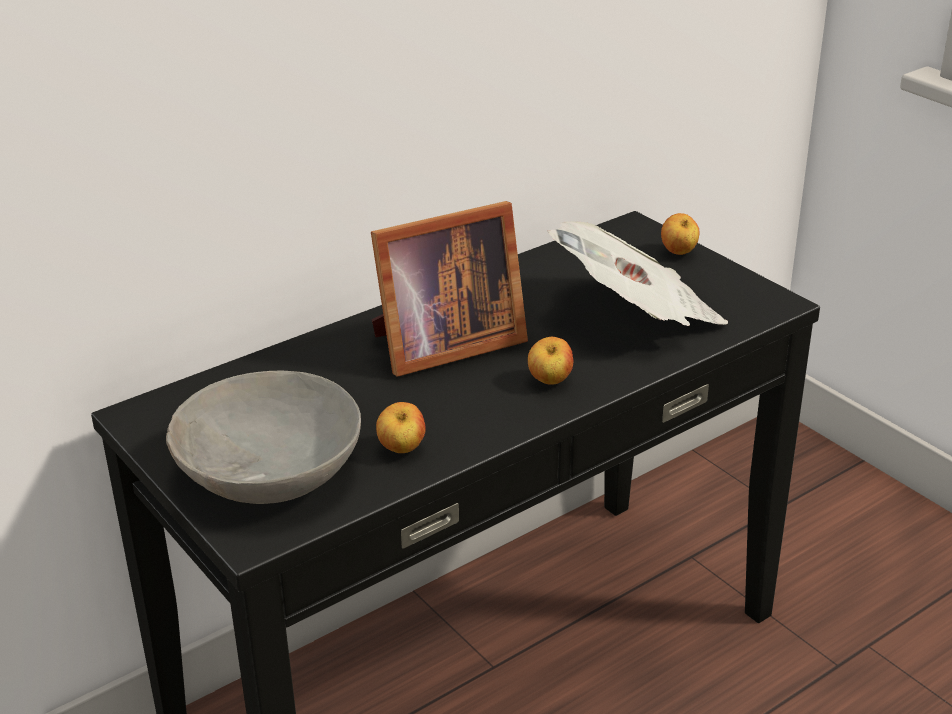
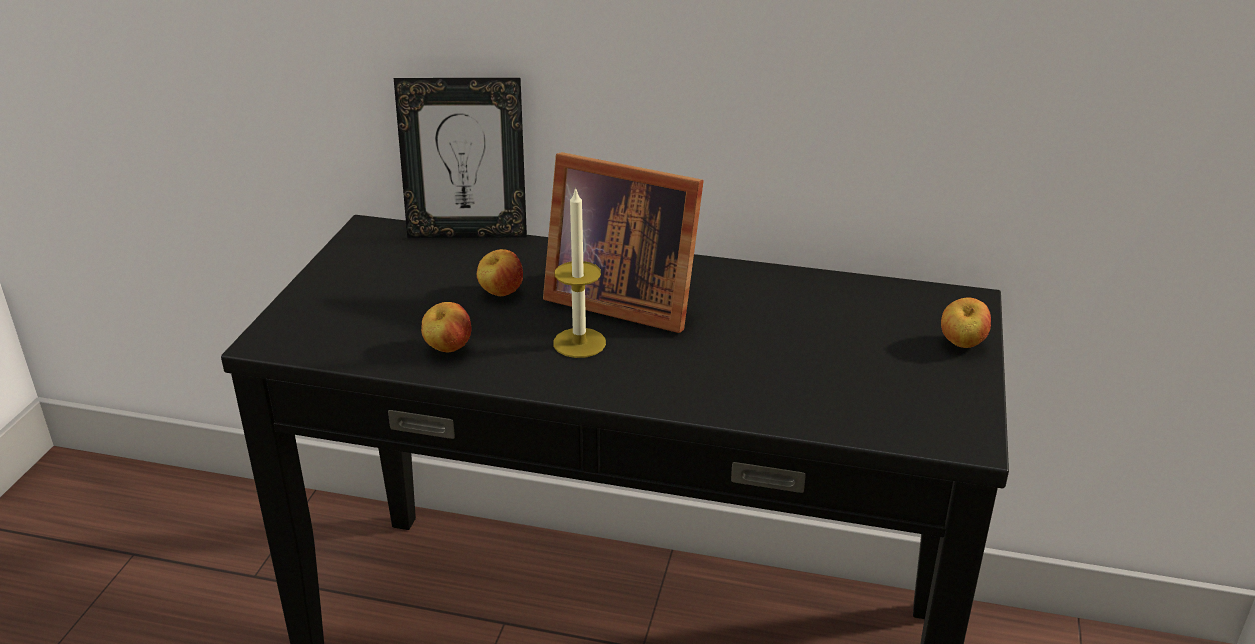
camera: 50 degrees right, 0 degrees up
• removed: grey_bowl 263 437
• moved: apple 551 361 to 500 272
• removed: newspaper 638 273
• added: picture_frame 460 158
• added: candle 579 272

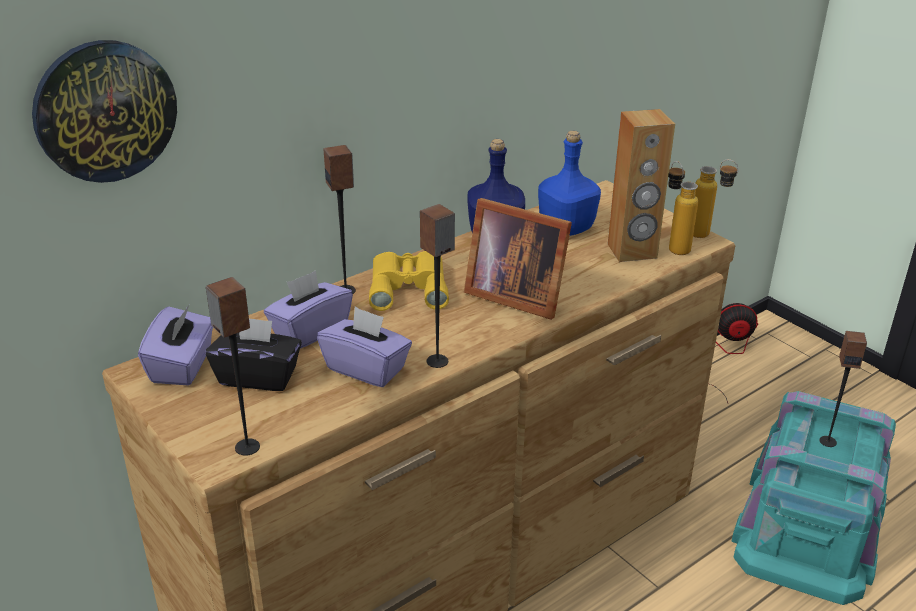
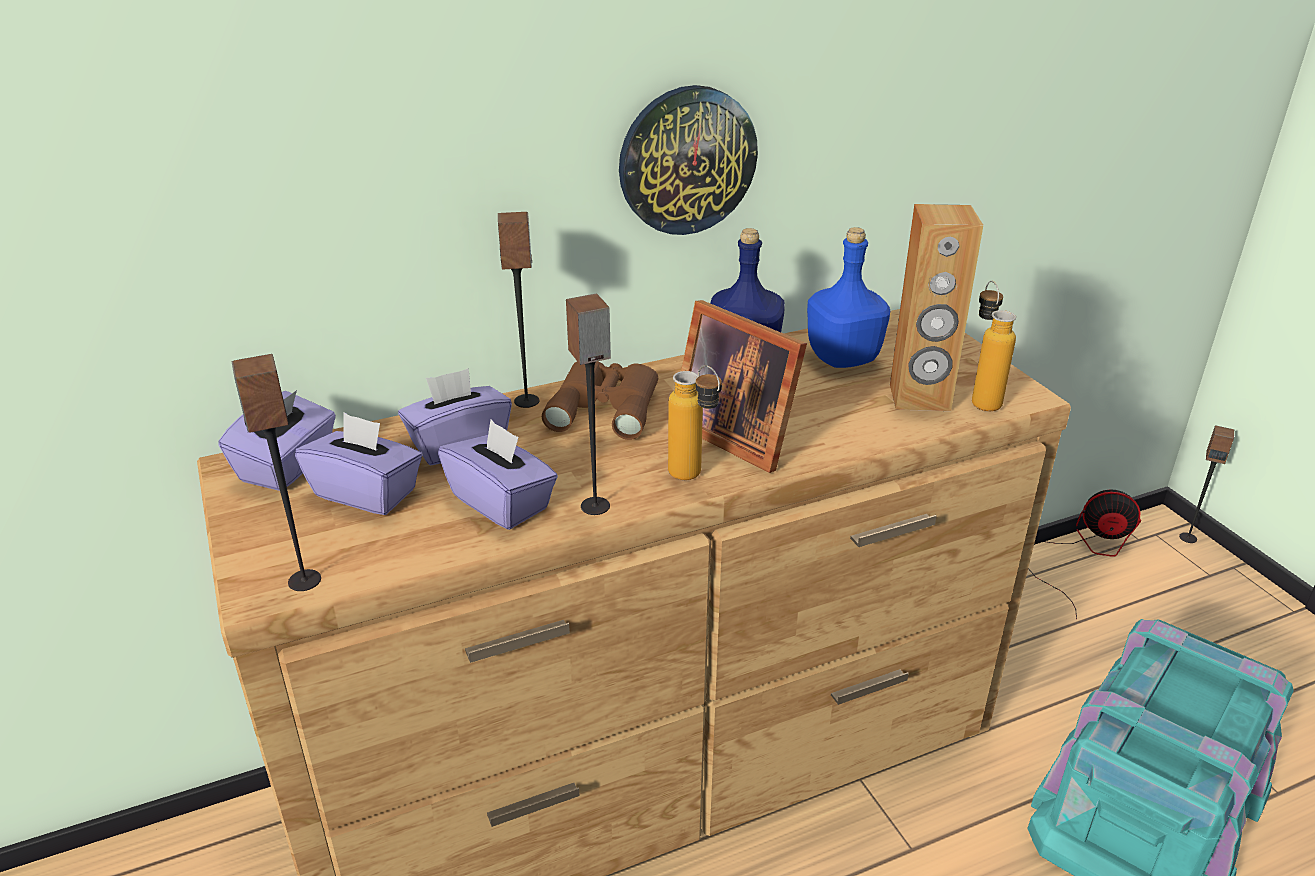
camera: 15 degrees right, 0 degrees up
• moved: wall_clock 104 111 to 688 160
• recoloured: black_tissue_box 254 355 to purple_tissue_box 358 464
• recoloured: yellow_binoculars 409 281 to brown_binoculars 600 400
• moved: bottle 716 198 to 695 422
• moved: speaker 843 389 to 1206 484

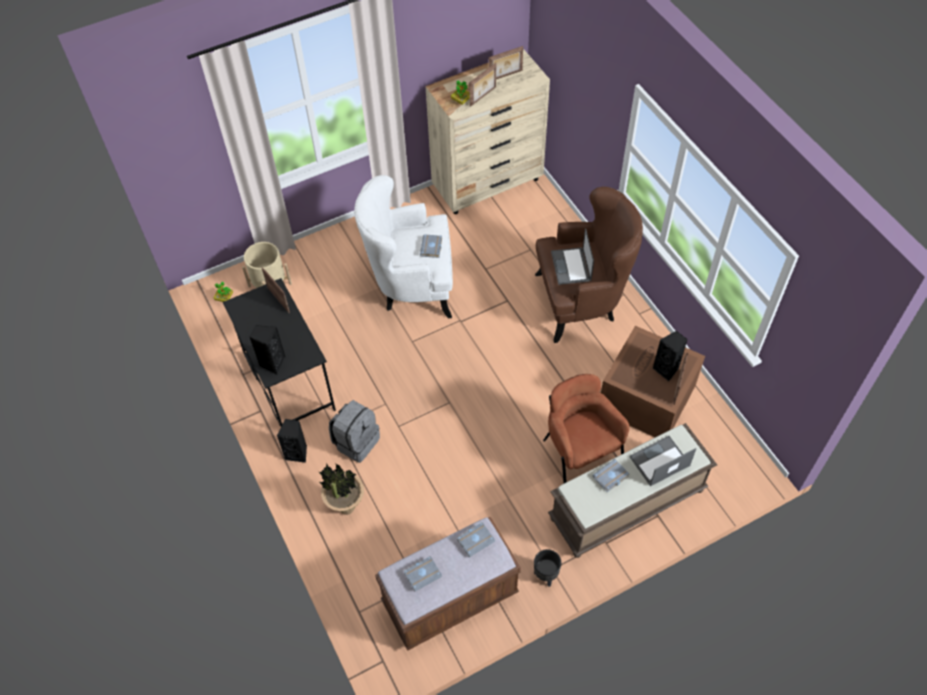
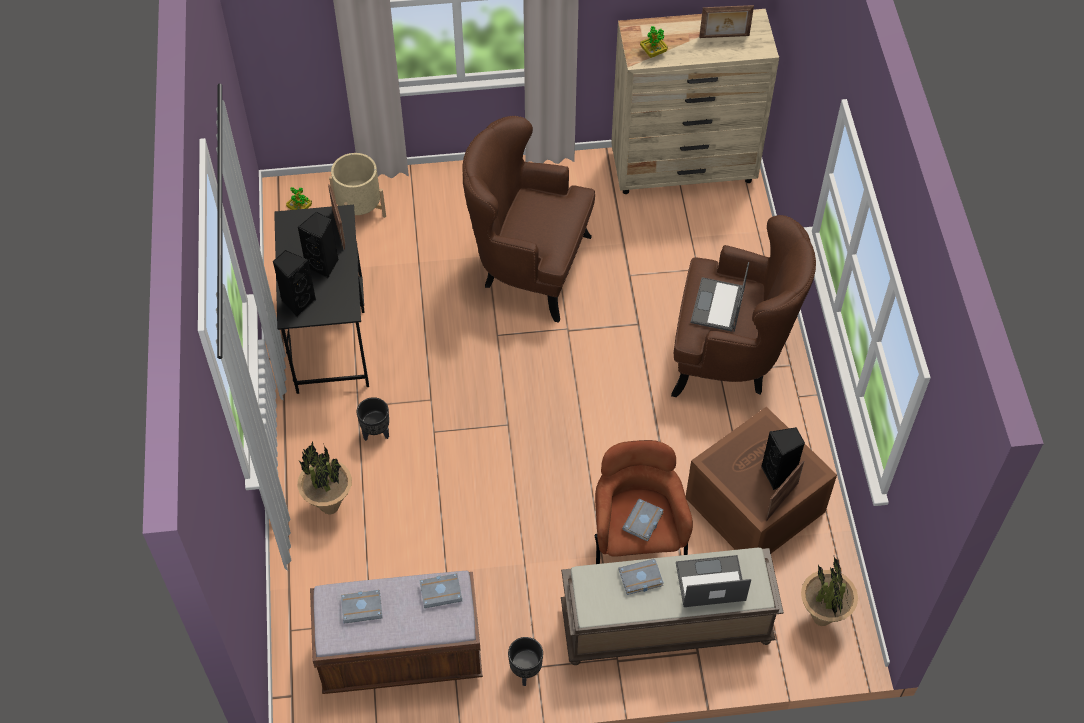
camera: 20 degrees right, 0 degrees up
• moved: black_speaker 292 441 to 318 245
• replaced: grey_backpack 354 431 to black_planter 373 419
• recoloured: white_armchair 403 246 to brown_armchair 528 219
• moved: grey_book 431 246 to 643 520
• removed: picture_frame 482 85
• added: potted_plant 829 591

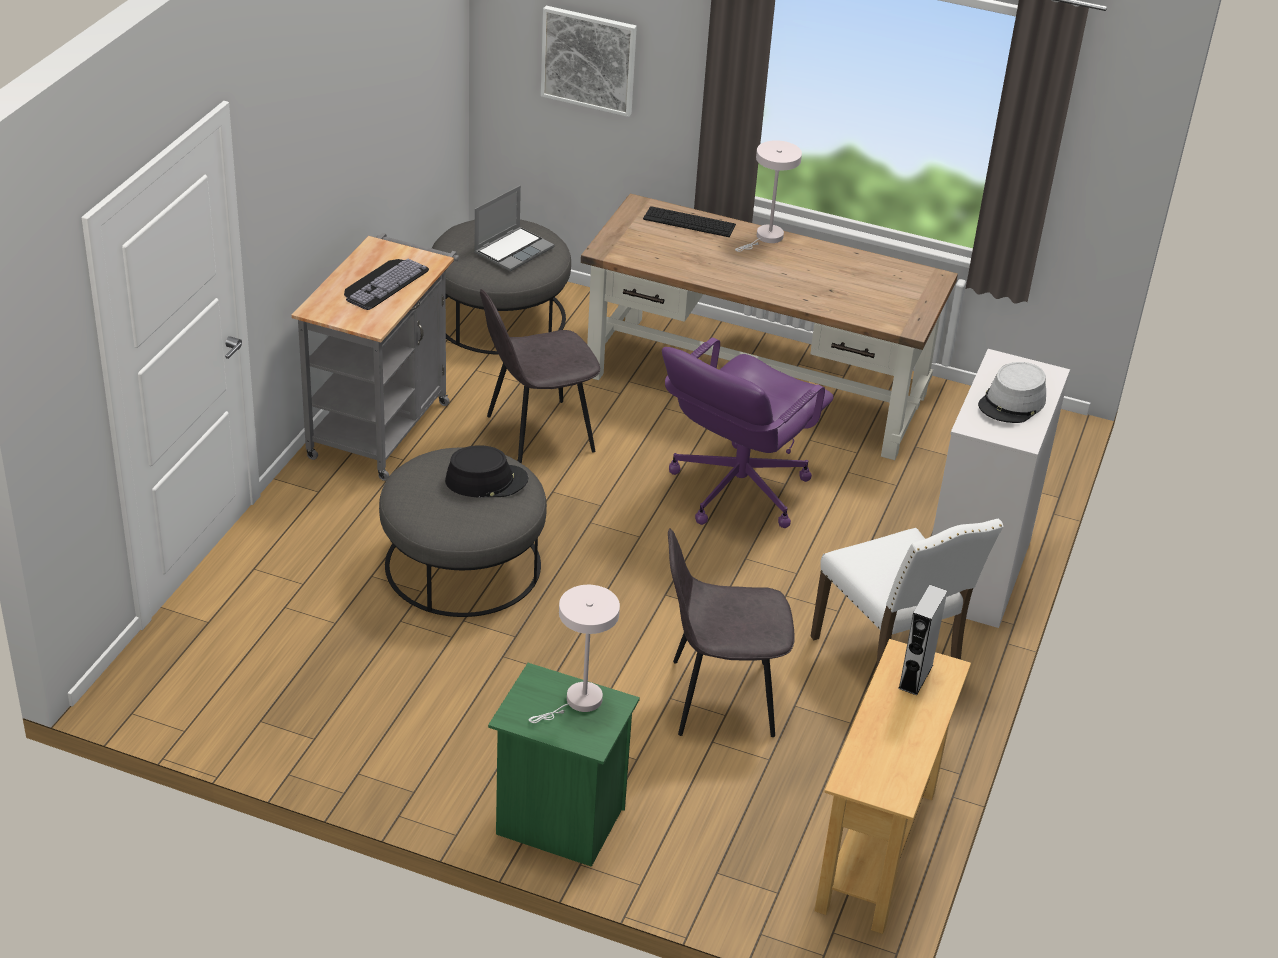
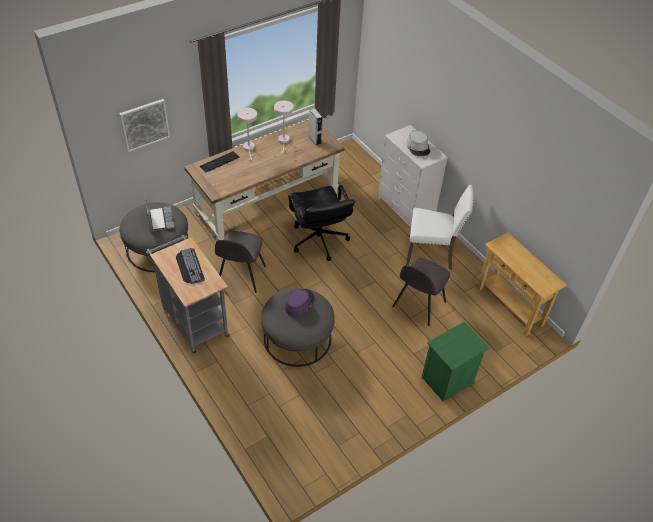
camera: 55 degrees left, 10 degrees up
• recoloured: black_hat 486 471 to purple_hat 299 302
• moved: white_table_lamp 574 654 to 284 126
• recoloured: purple_office_chair 748 433 to black_office_chair 321 223
• moved: grey_speaker 922 639 to 315 126

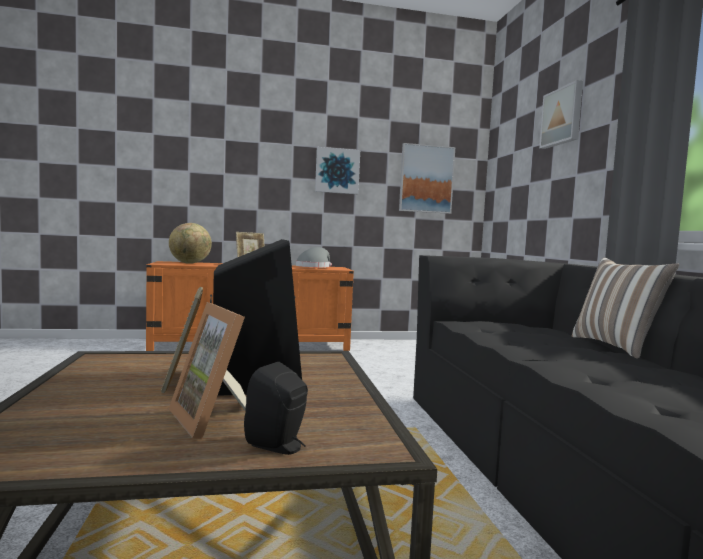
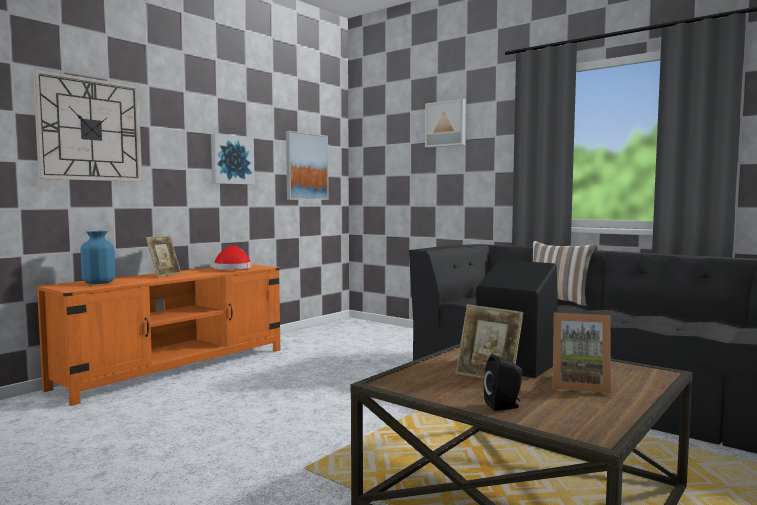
camera: 40 degrees left, 0 degrees up
• replaced: globe 190 243 to blue_vase 98 257
• moved: black_speaker 276 408 to 503 382
• recoloured: grey_hat 314 257 to red_hat 232 258
• added: wall_clock 87 125

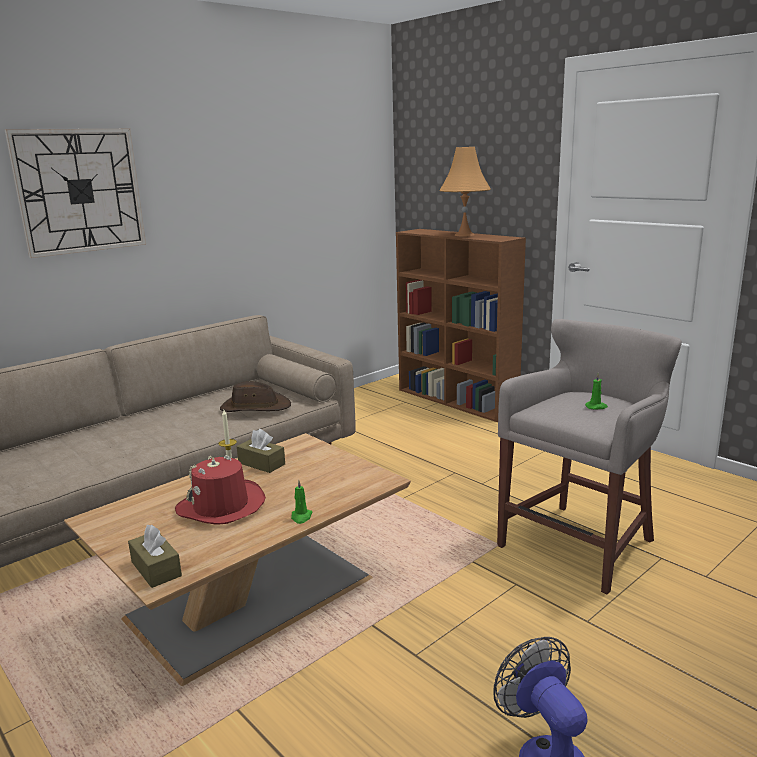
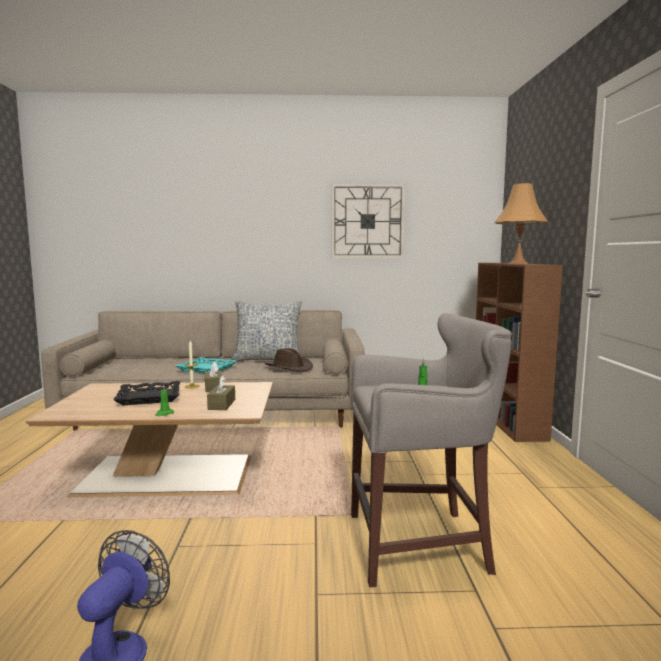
camera: 40 degrees right, 10 degrees down
• moved: wall_clock 75 193 to 368 221
• moved: brown_tissue_box 155 556 to 221 392
• replaced: red_hat 220 490 to black_tray 146 393
• added: turquoise_tray 206 365
• added: pillow 266 330

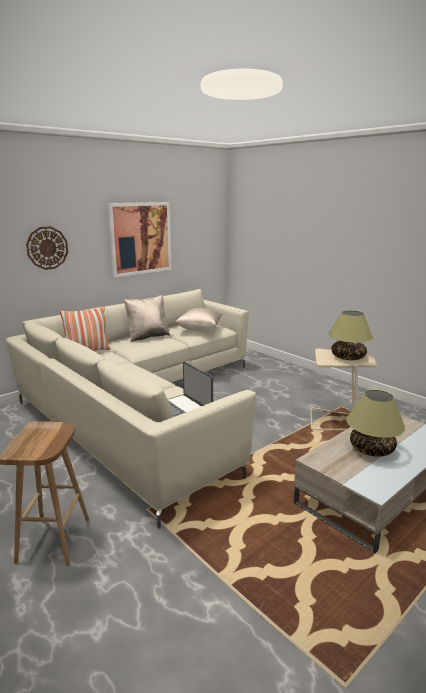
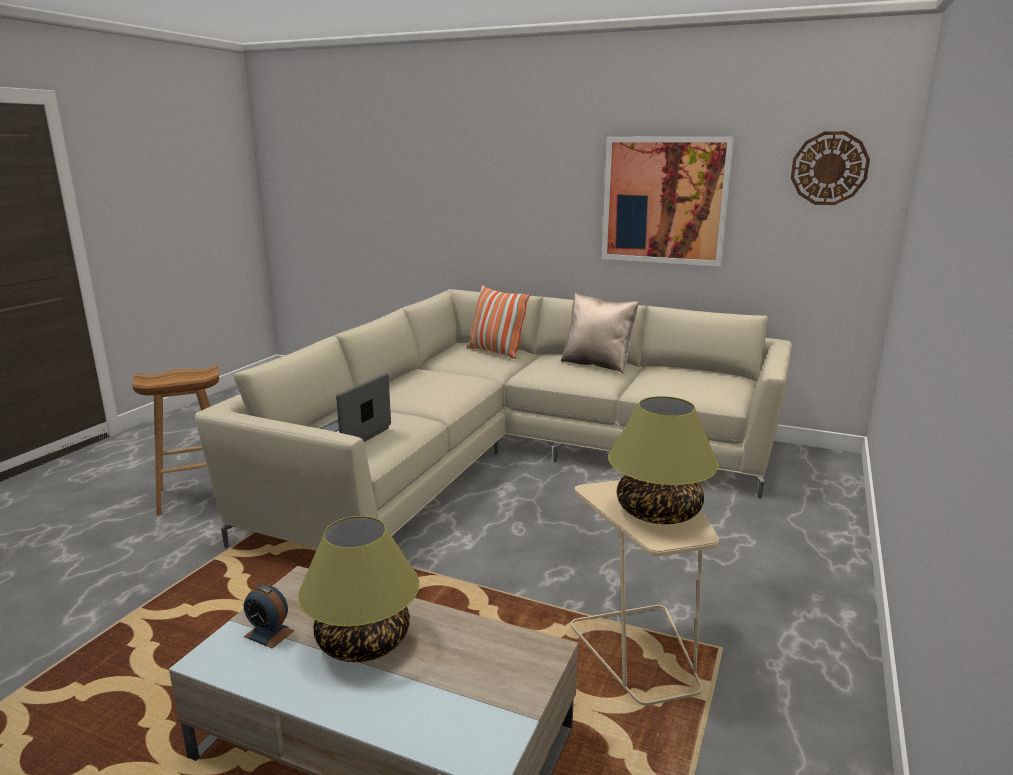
camera: 65 degrees right, 0 degrees up
• moved: wall_clock 47 248 to 830 168
• removed: beige_pillow 199 319
• added: alarm_clock 269 617

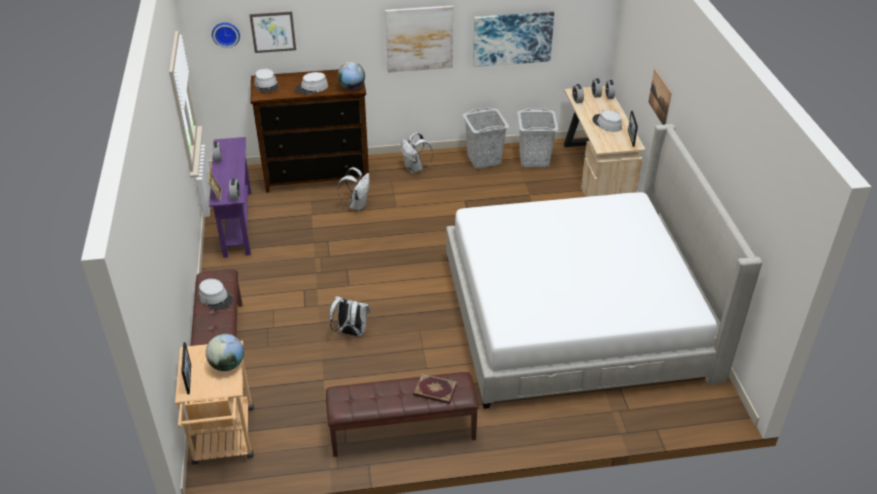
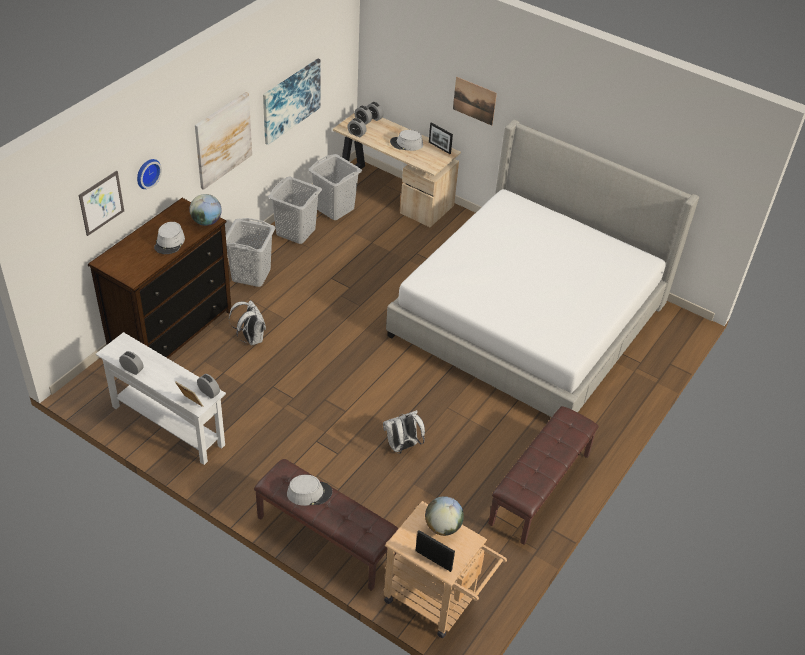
camera: 50 degrees left, 5 degrees up
• recoloured: purple_console_table 230 197 to white_console_table 161 398
• moved: wall_clock 226 35 to 149 174
• removed: grey_hat 266 80
• replaced: white_backpack 417 153 to grey_laundry_basket 250 252
• removed: book 435 388

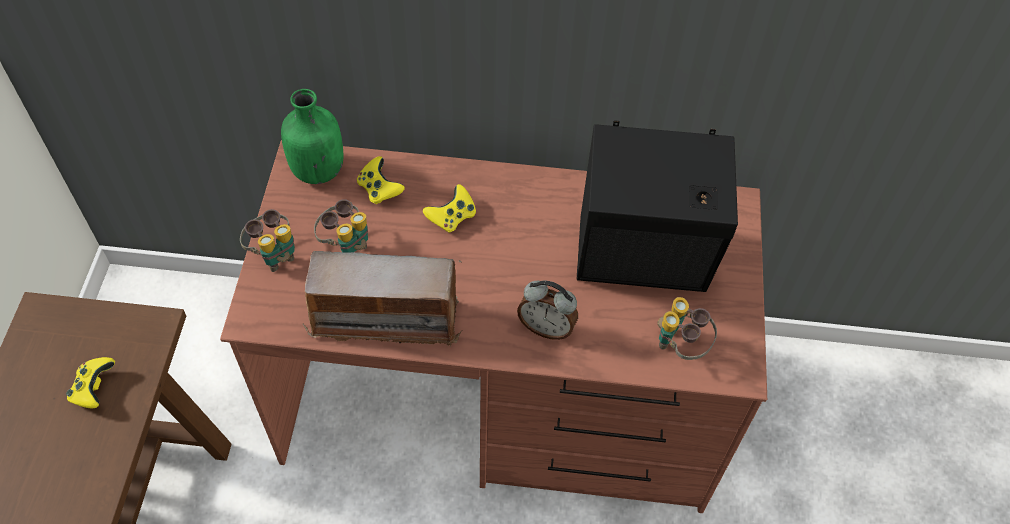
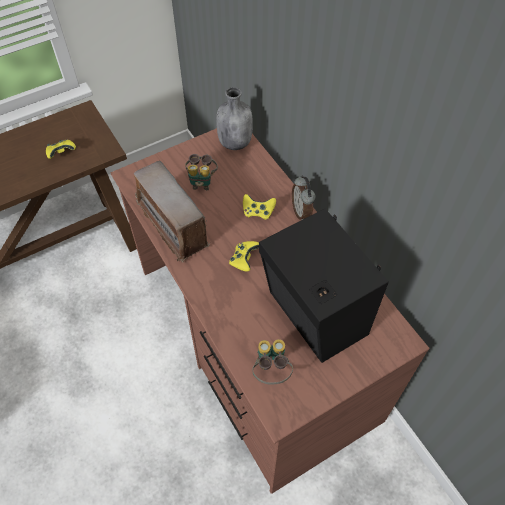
camera: 55 degrees right, 0 degrees up
• removed: binoculars 267 240
• recoloured: green_bottle 312 136 to grey_bottle 234 118
• moved: yellow_game_controller 381 180 to 244 256
• moved: alarm_clock 547 310 to 304 197

